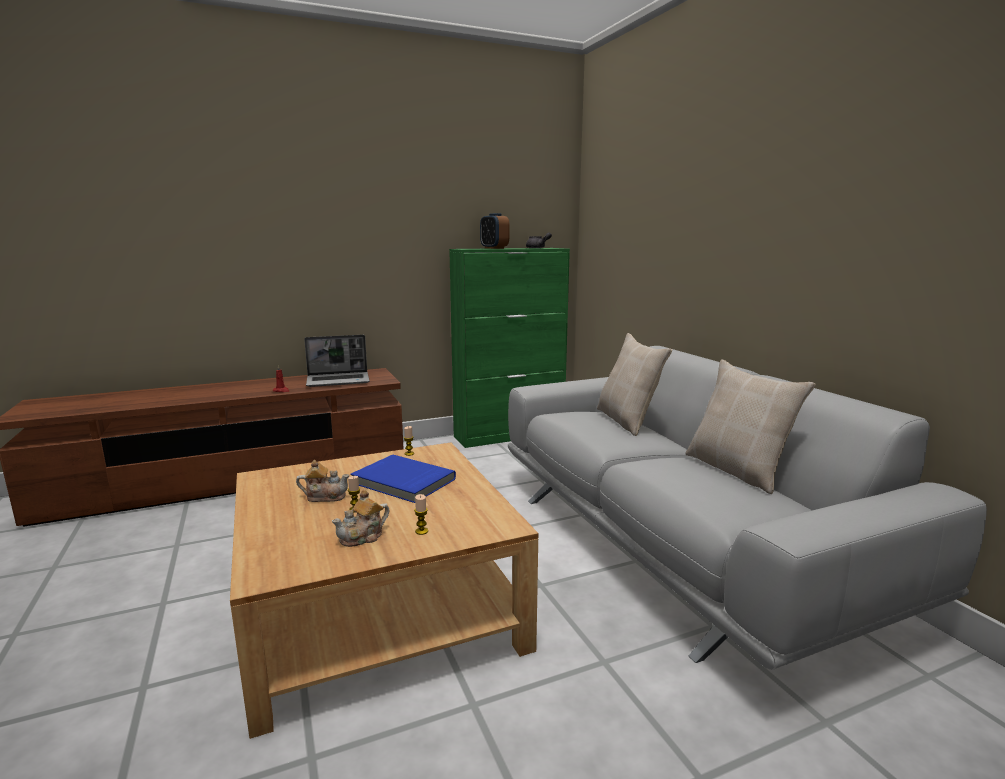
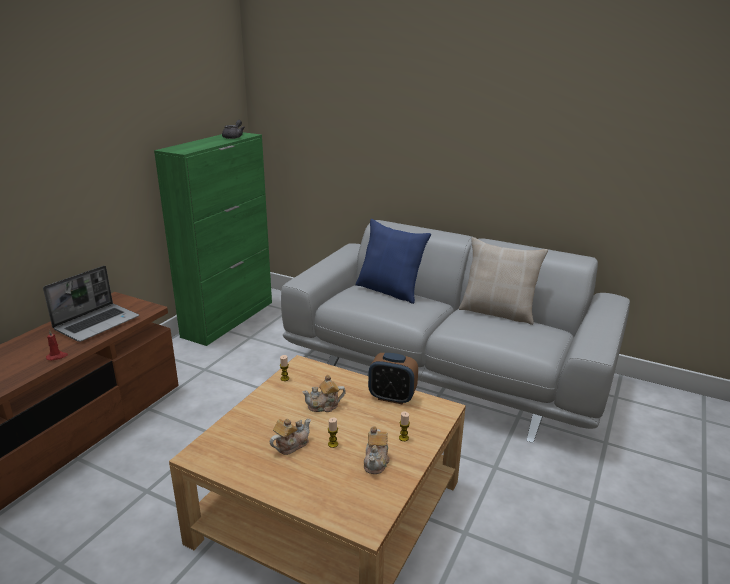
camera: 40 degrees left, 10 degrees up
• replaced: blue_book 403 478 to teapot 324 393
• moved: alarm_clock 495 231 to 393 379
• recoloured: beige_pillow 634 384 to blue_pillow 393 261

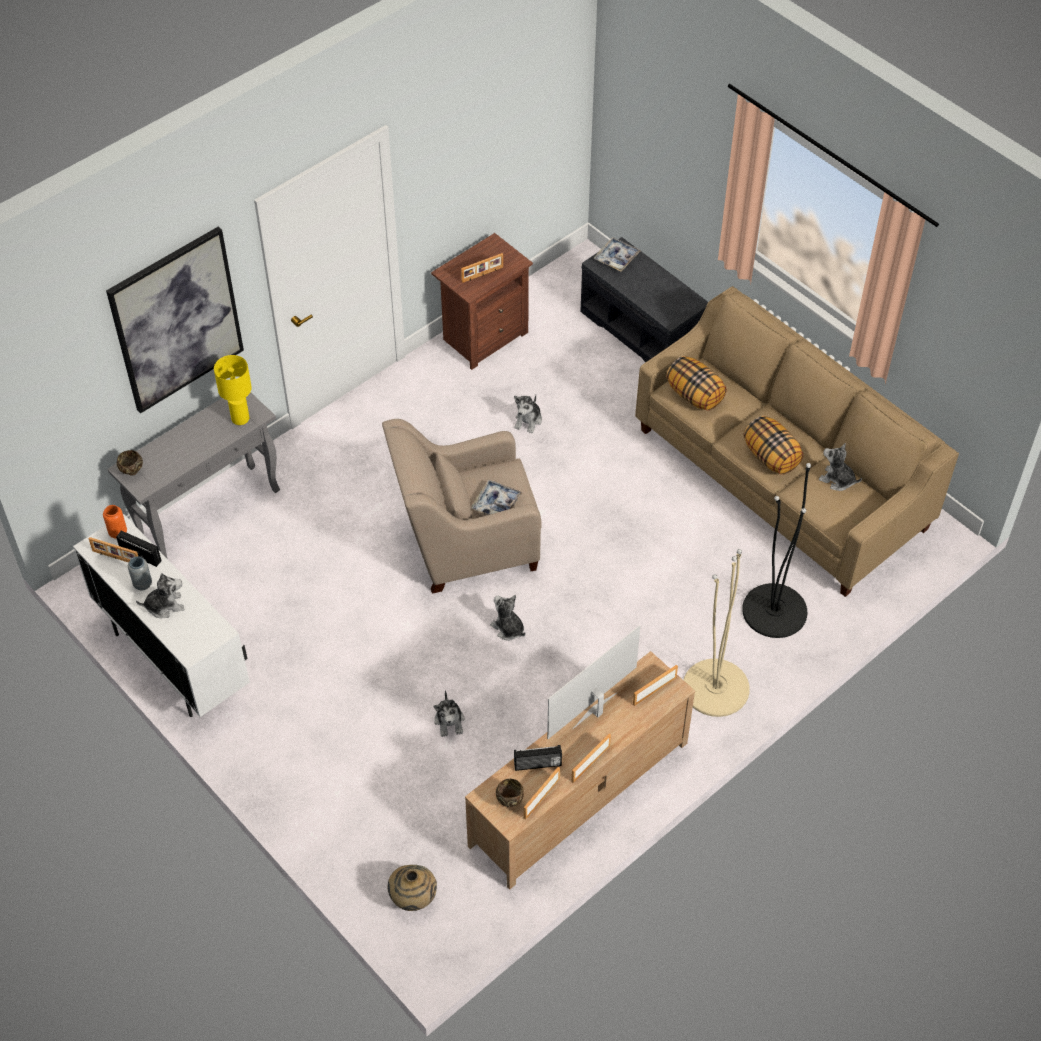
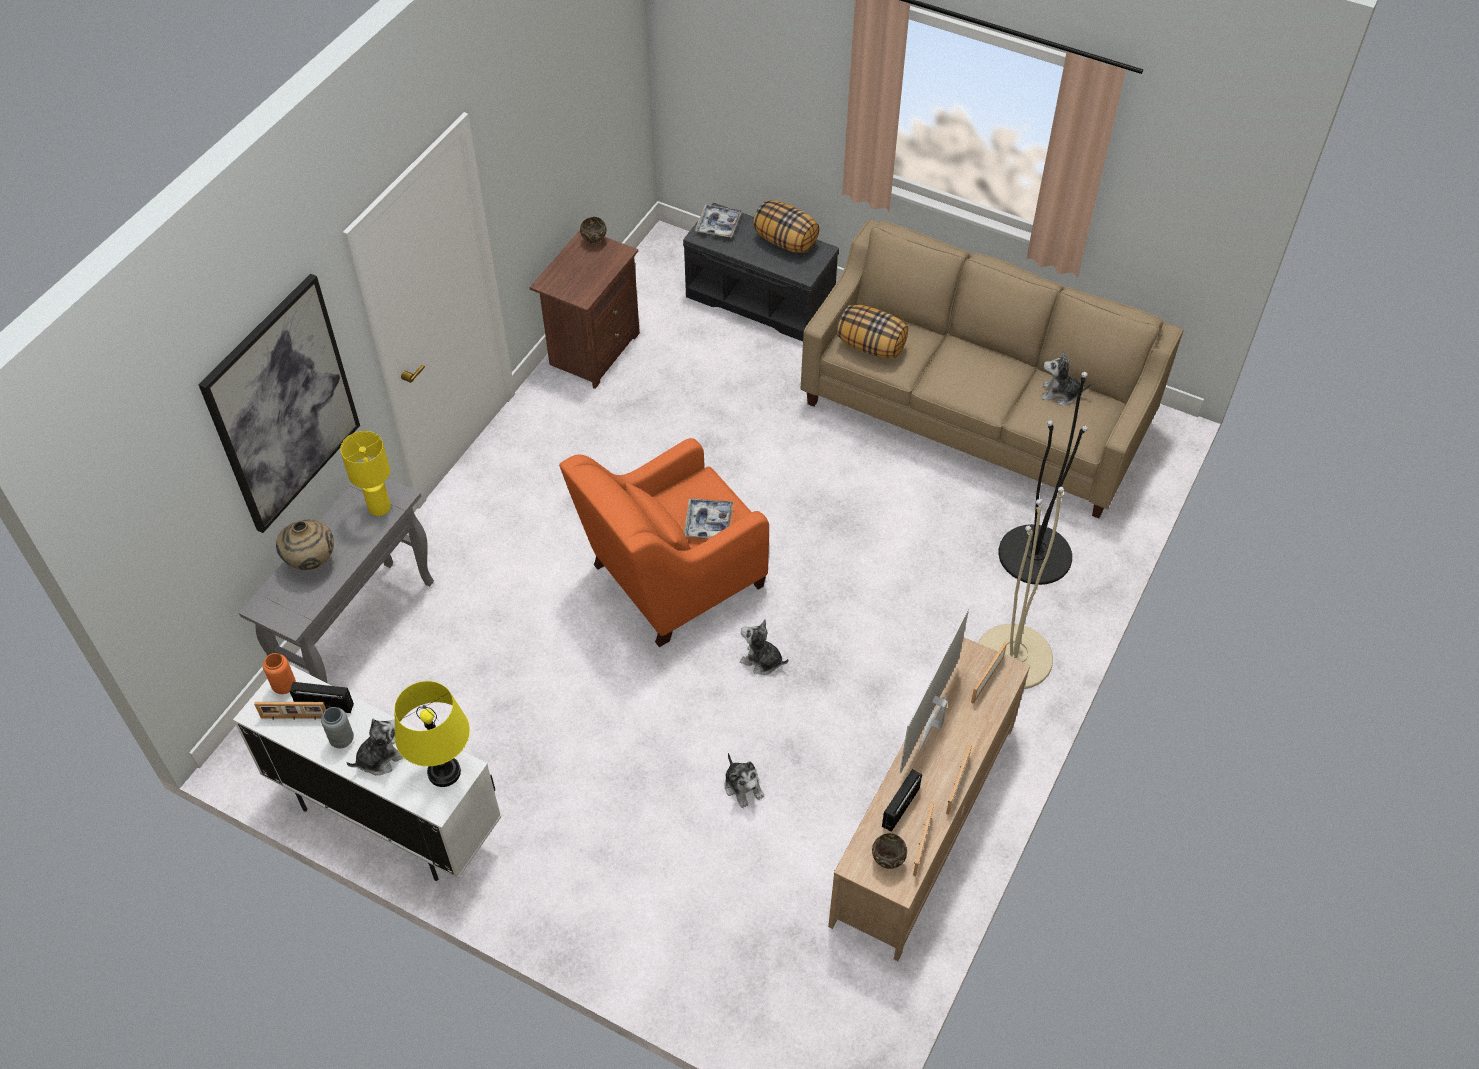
camera: 20 degrees left, 0 degrees up
• moved: brown_bowl 130 462 to 593 231
• recoloured: beige_armchair 462 506 to orange_armchair 664 542
• moved: beige_vase 412 888 to 305 544
• removed: picture_frame 482 268
• removed: plush_toy 528 414
• turned: radio 538 758 = 902 800 150 degrees clockwise
• moved: pillow 773 445 to 786 226
• added: yellow_table_lamp 432 734

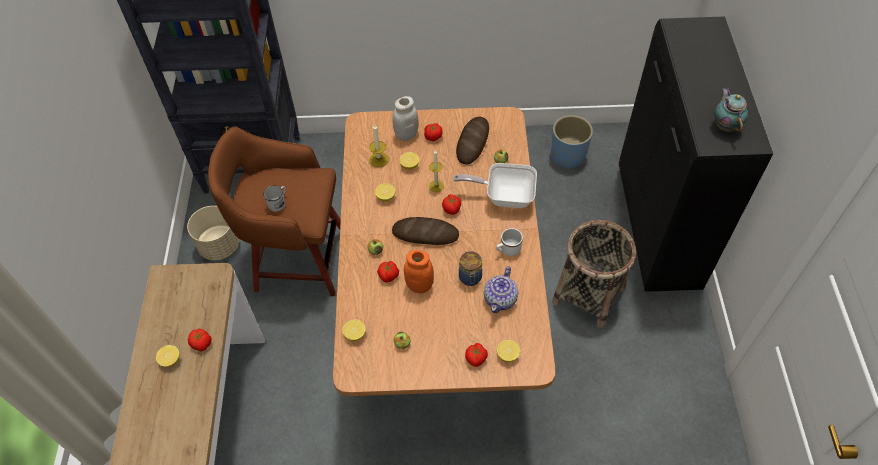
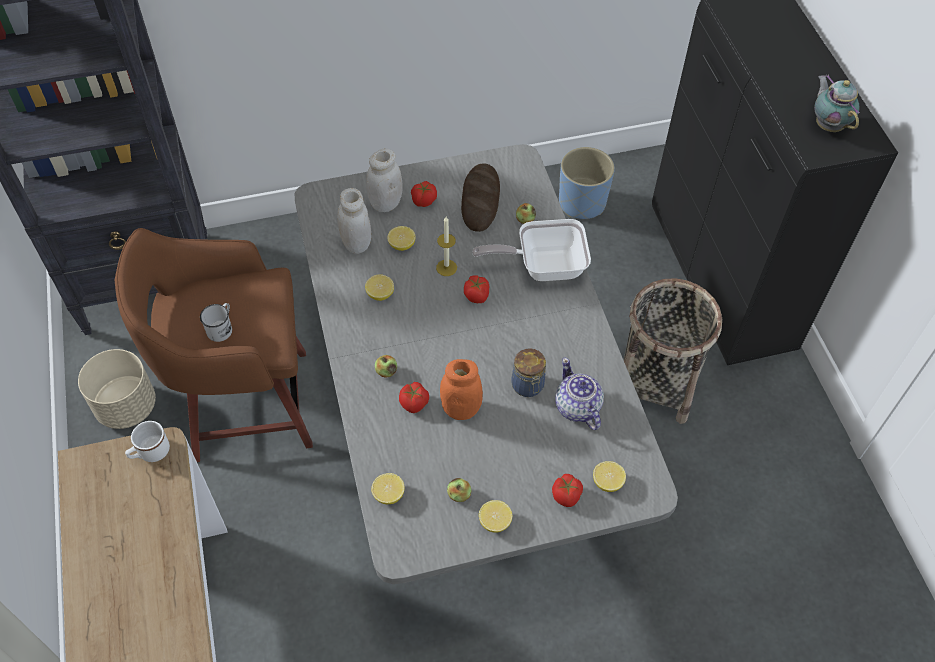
camera: 15 degrees left, 0 degrees up
• moved: lemon 168 356 to 495 516
• removed: tomato 200 340
• recoloured: brown_dining_table 444 251 to grey_dining_table 486 364
• replaced: candle 379 146 to white_jar 354 221
• removed: bread 425 231
• turned: teapot 501 289 = 579 394 150 degrees clockwise
• moved: white_mug 509 242 to 147 441

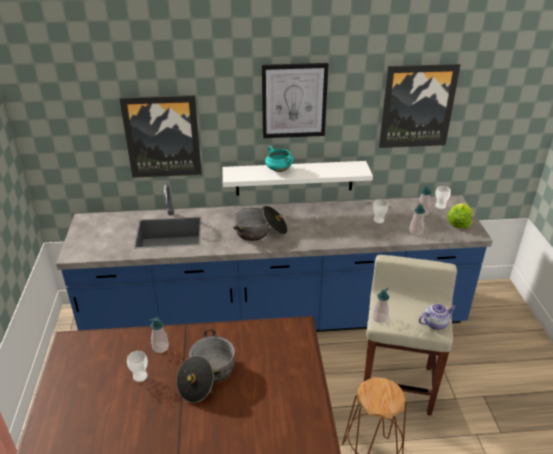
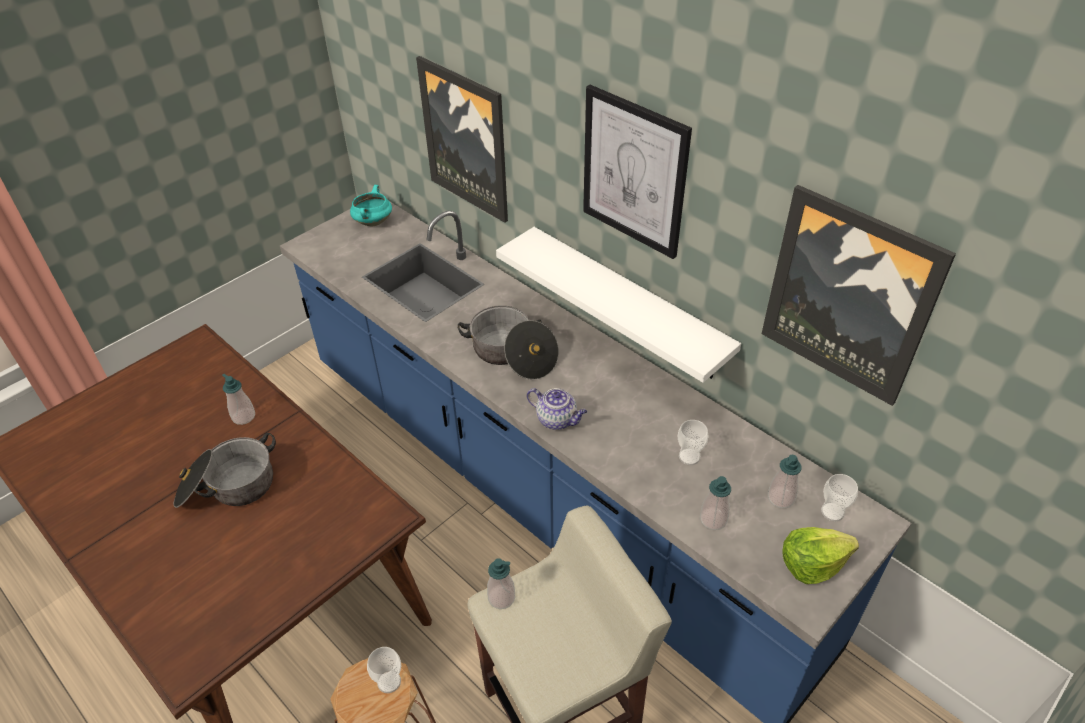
camera: 50 degrees right, 10 degrees up
• moved: cup 137 366 to 384 670
• moved: turquoise_cooking_pot 279 159 to 371 205
• moved: teapot 438 316 to 557 409

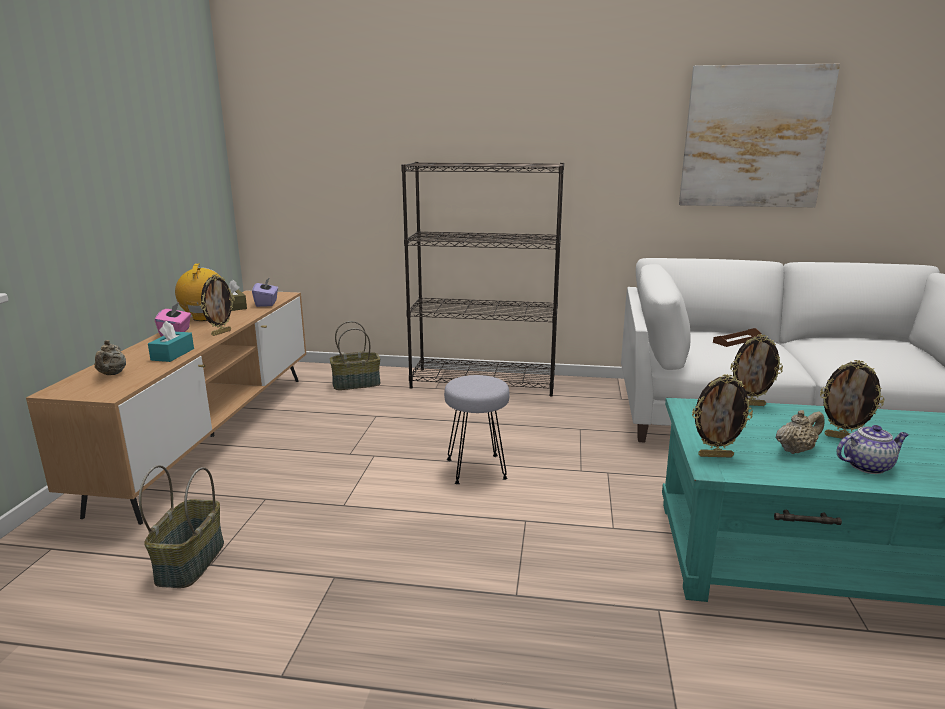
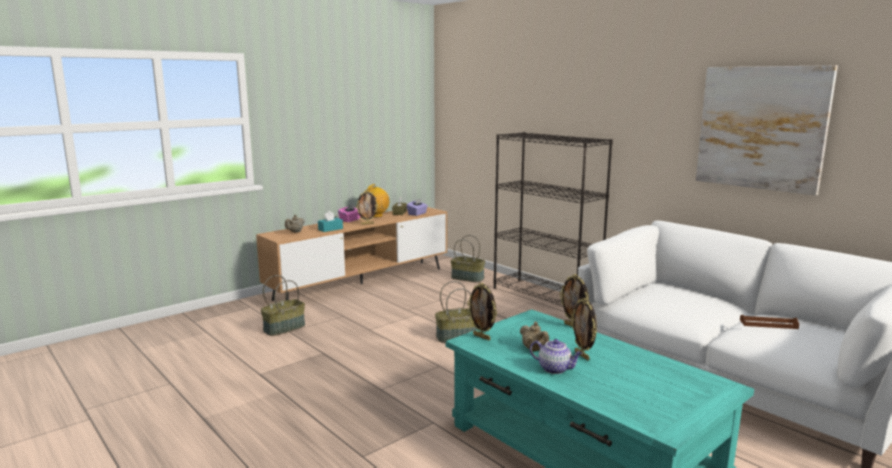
camera: 40 degrees right, 5 degrees down
• replaced: grey_stool 477 429 to basket 456 312
• moved: brown_tray 737 337 to 769 322
• turned: beige_teapot 800 432 = 534 336 45 degrees clockwise

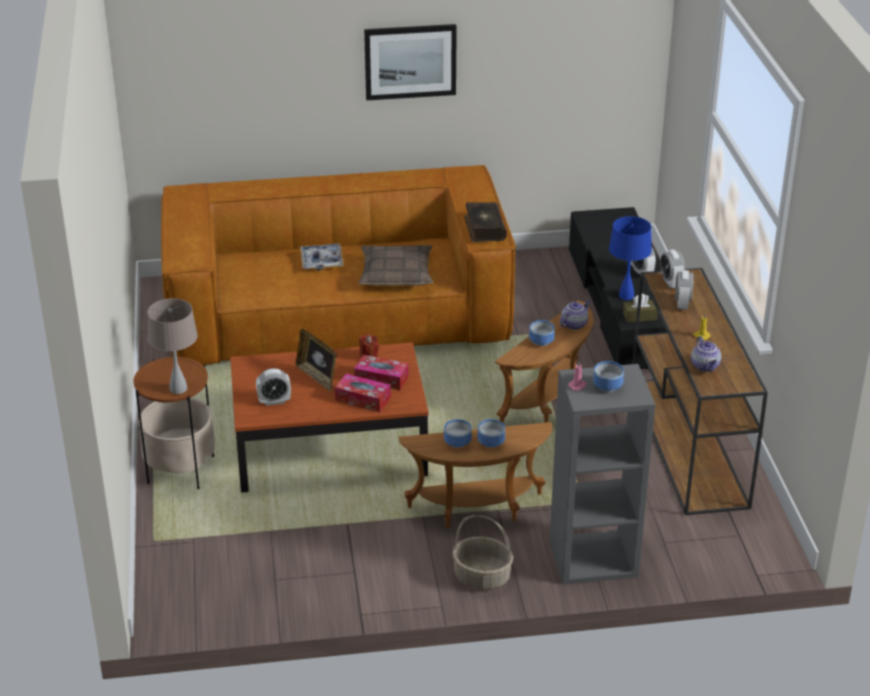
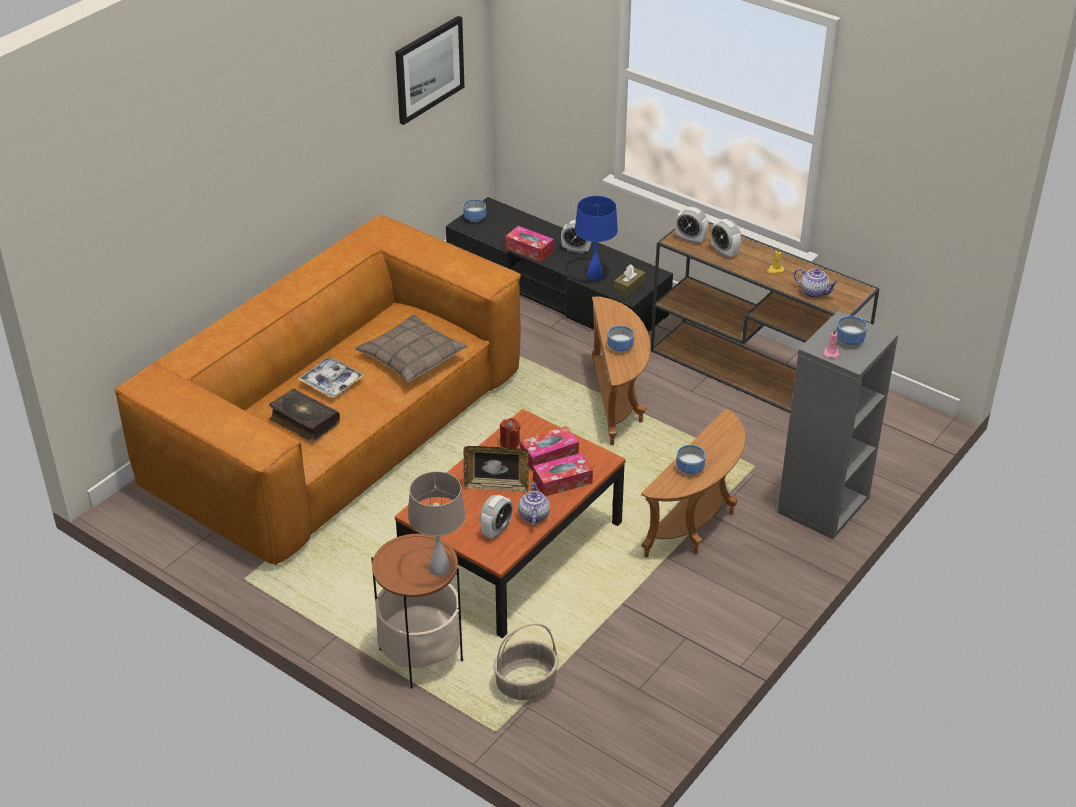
camera: 45 degrees left, 5 degrees up
• moved: picture 410 62 to 429 70
• moved: basket 482 552 to 526 662
• moved: book 486 222 to 304 415
• moved: bowl 491 433 to 474 210
• moved: teapot 575 315 to 534 504
• added: tissue_box 529 244

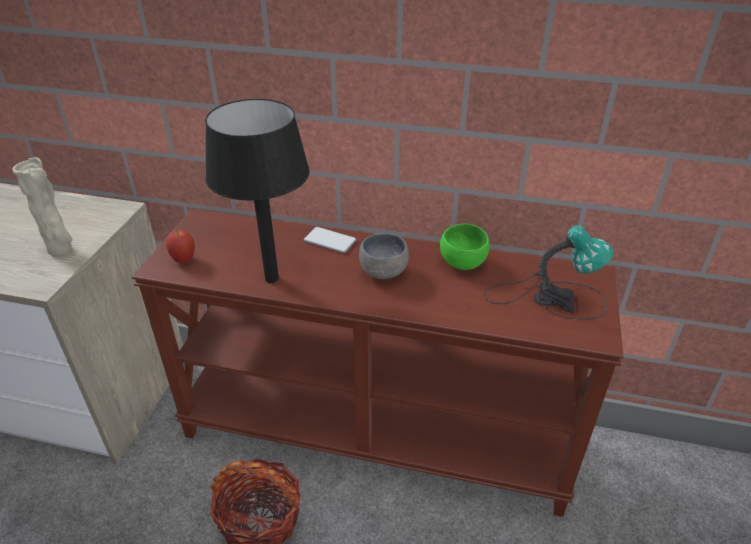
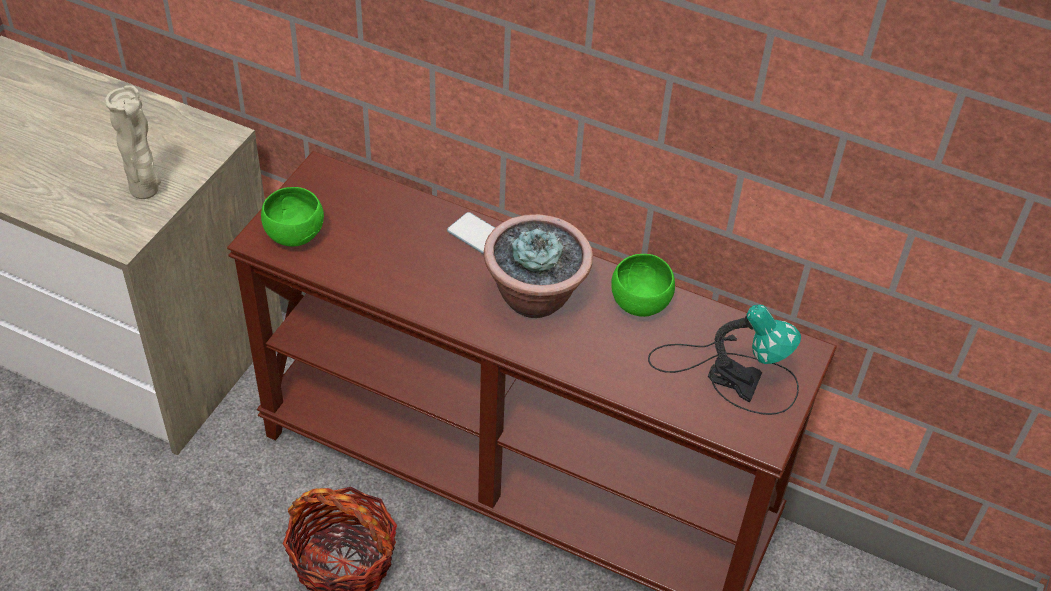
camera: 10 degrees right, 10 degrees up
• replaced: apple 180 247 to green_bowl 292 217
• removed: black_table_lamp 257 191
• replaced: grey_bowl 384 256 to potted_plant 538 266

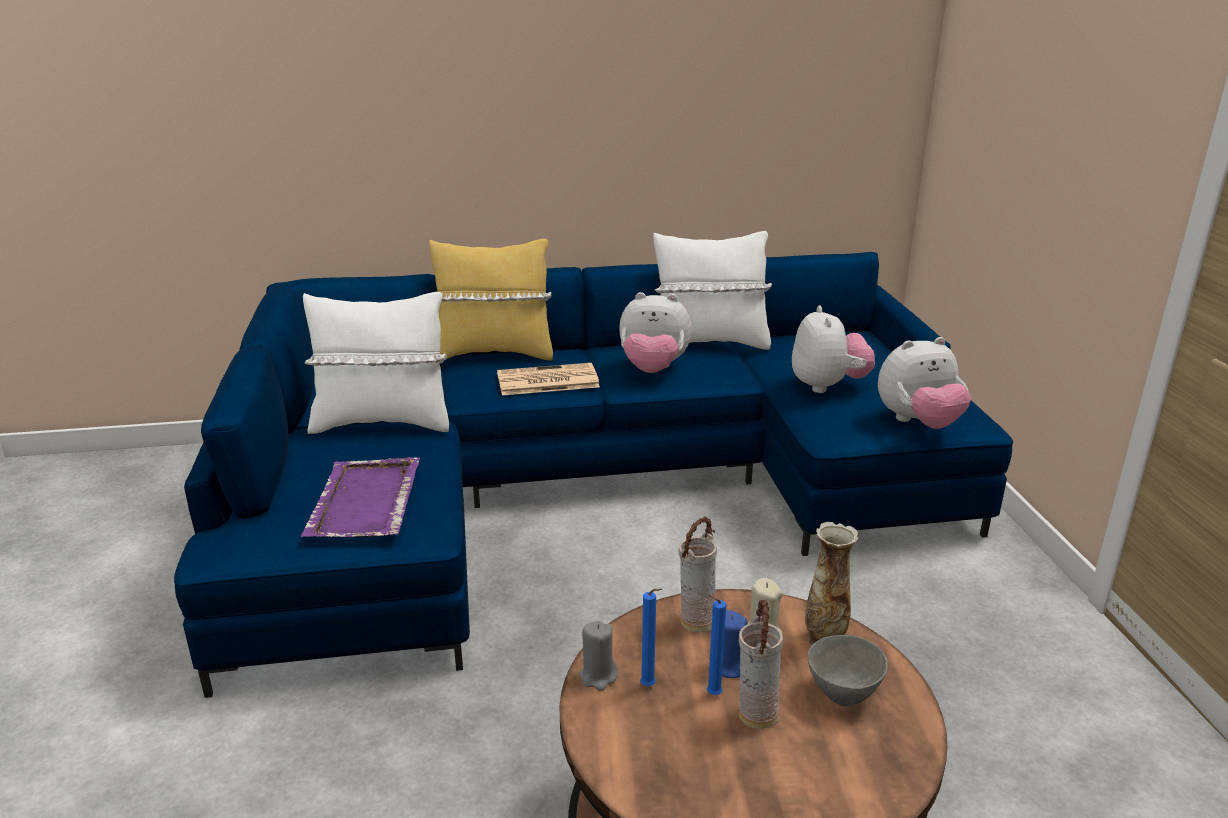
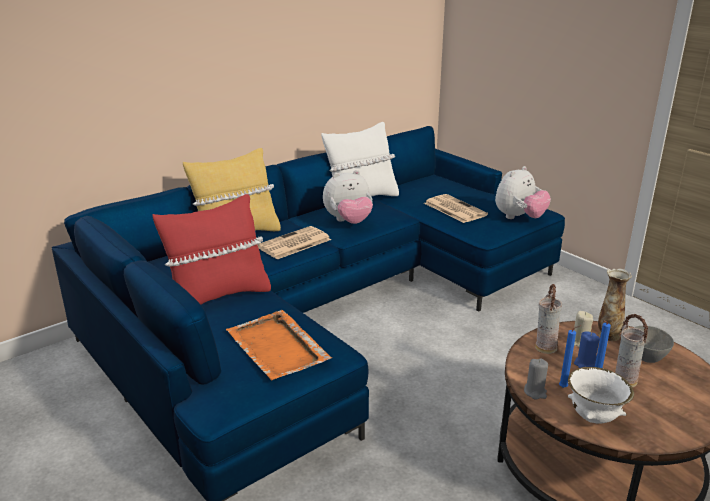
camera: 30 degrees left, 0 degrees up
• recoloured: purple_tray 360 497 to orange_tray 279 345
• recoloured: white_pillow 376 363 to red_pillow 211 249
• replaced: plush_toy 833 349 to newspaper 456 208
• added: white_bowl 601 395

